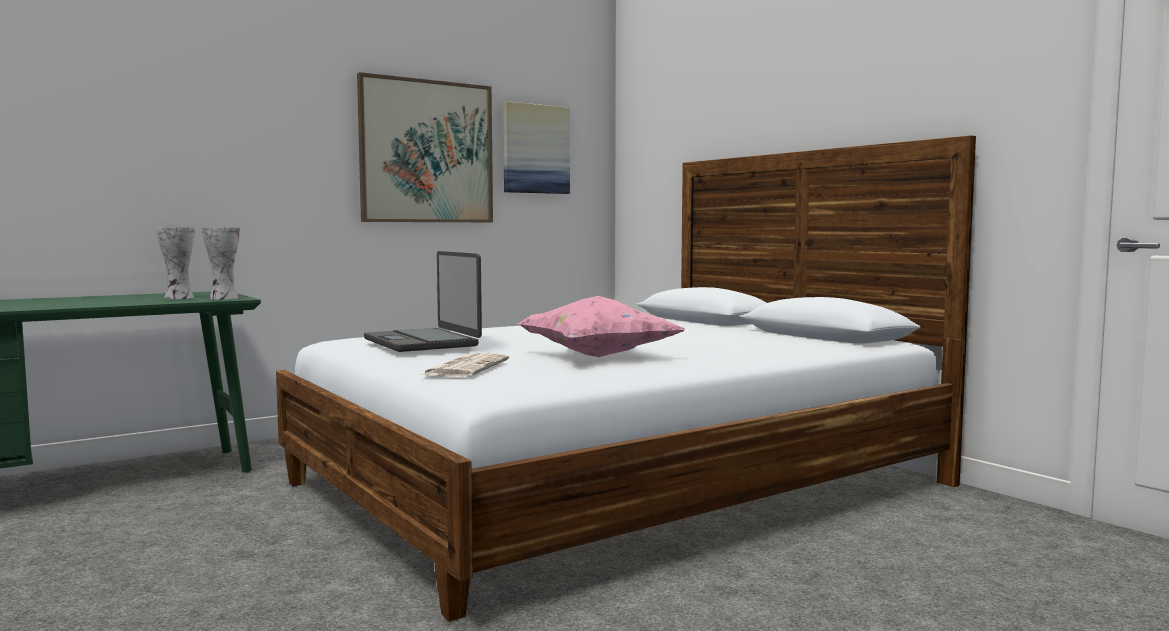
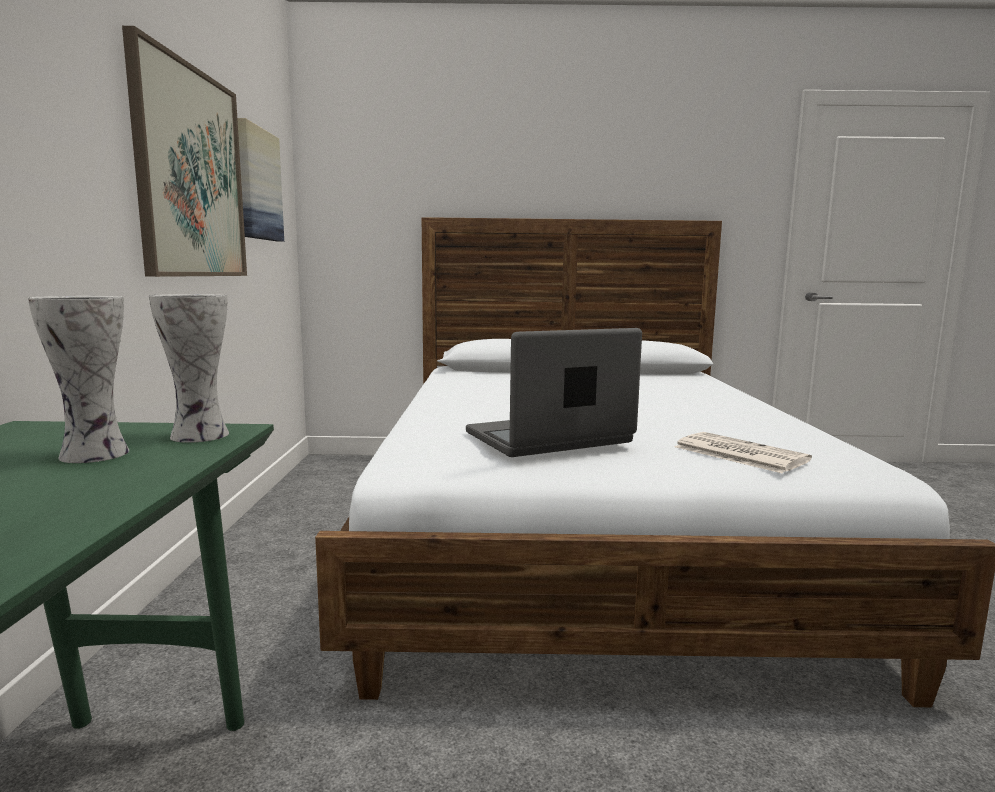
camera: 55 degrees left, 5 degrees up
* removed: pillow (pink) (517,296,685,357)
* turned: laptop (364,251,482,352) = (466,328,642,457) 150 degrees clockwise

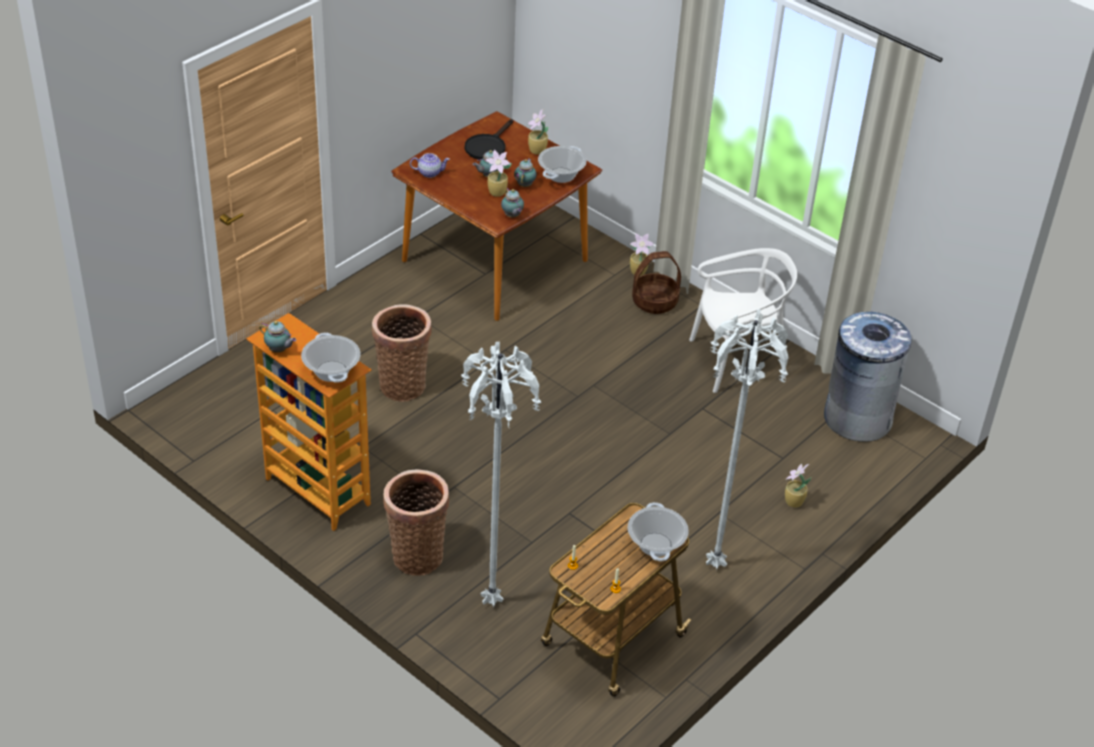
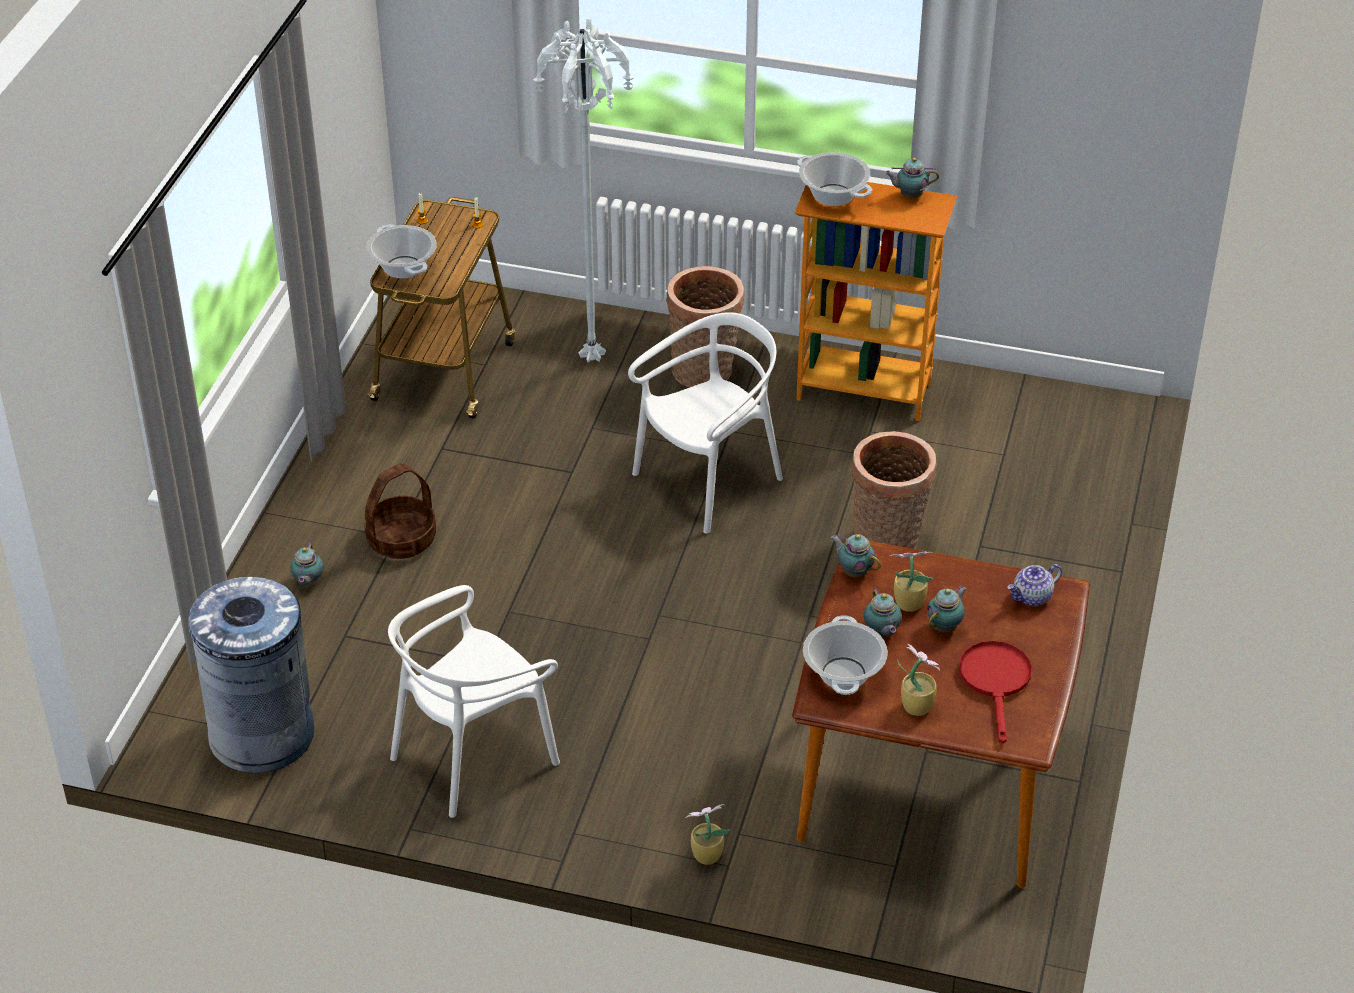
camera: 155 degrees right, 0 degrees up
* removed: floor lamp (white) (706,309,789,570)
* added: chair (white) (628,312,783,534)
* moved: basket (632,251,681,314) to (364,463,436,559)
* replaced: potted plant (785,464,811,508) to teapot (290,542,324,586)
* recoloured: frying pan (black) (465,119,513,160) to frying pan (red) (959,641,1032,744)

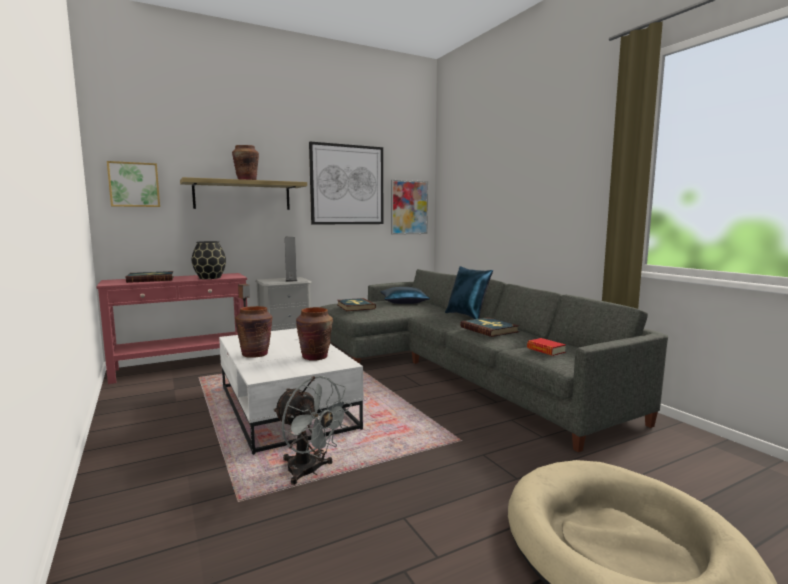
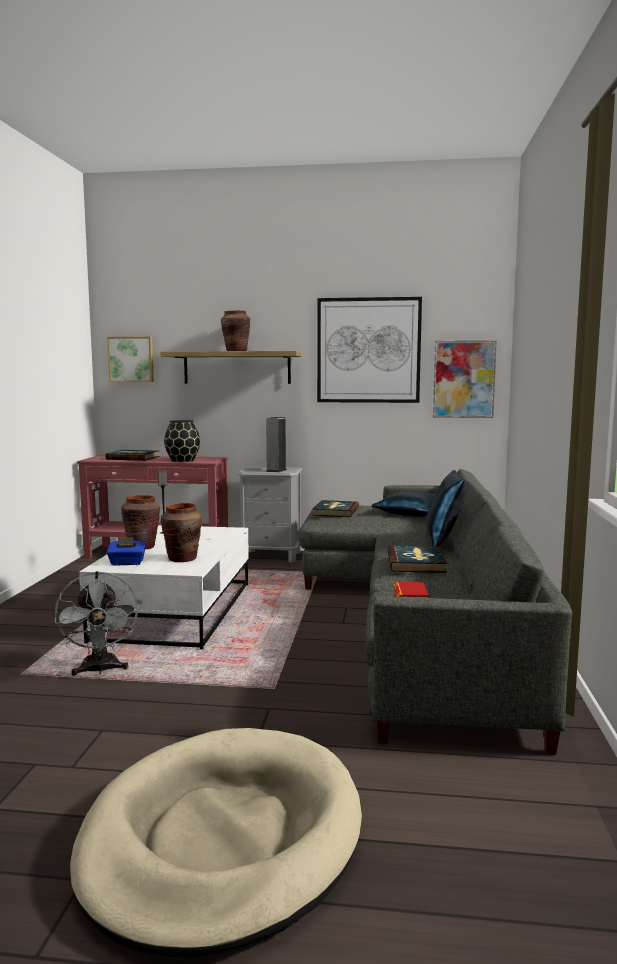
camera: 35 degrees right, 0 degrees up
* added: tissue box (blue) (107,537,146,566)

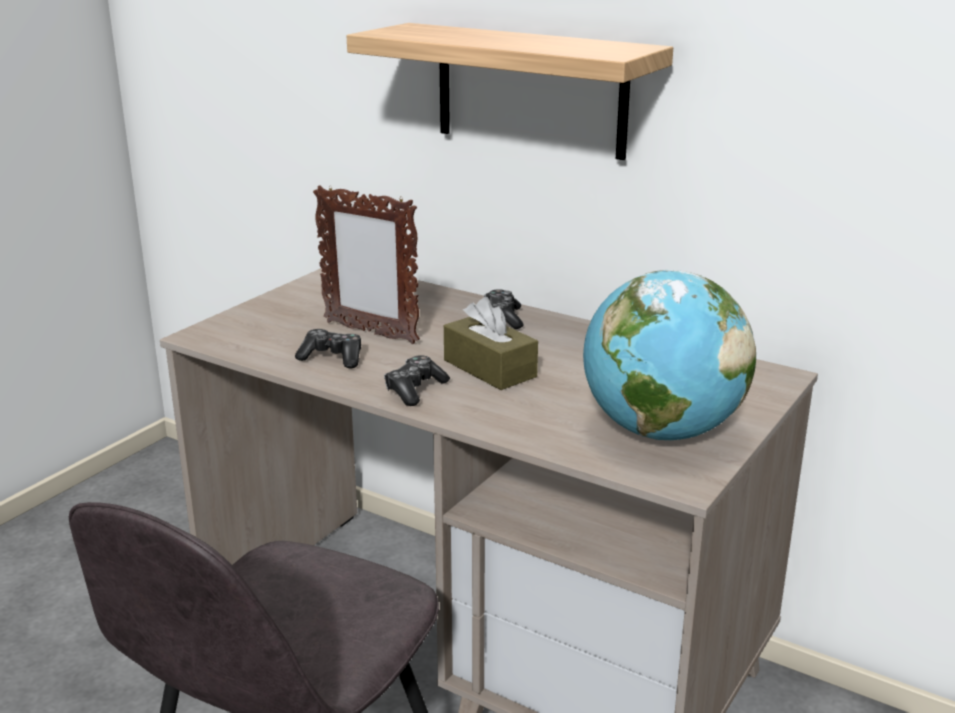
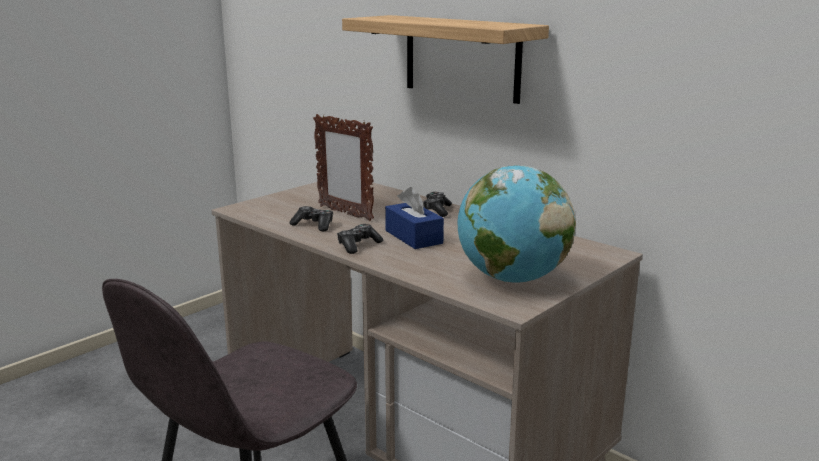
camera: 10 degrees right, 5 degrees down
* recoloured: tissue box (brown) (444,297,538,390) to tissue box (blue) (385,187,444,249)

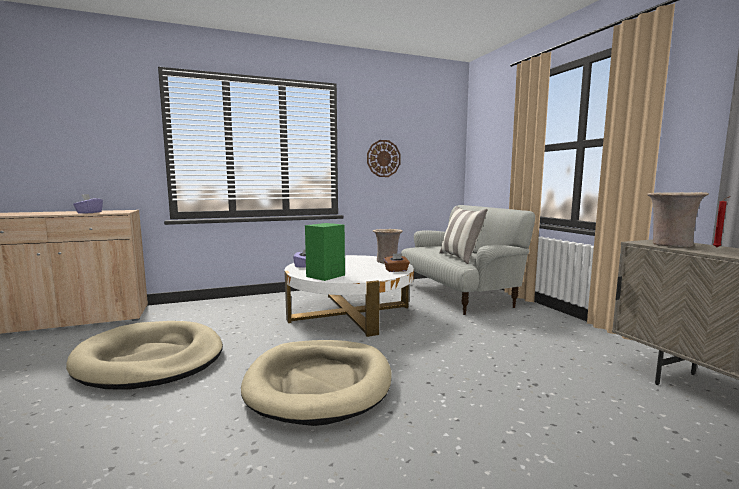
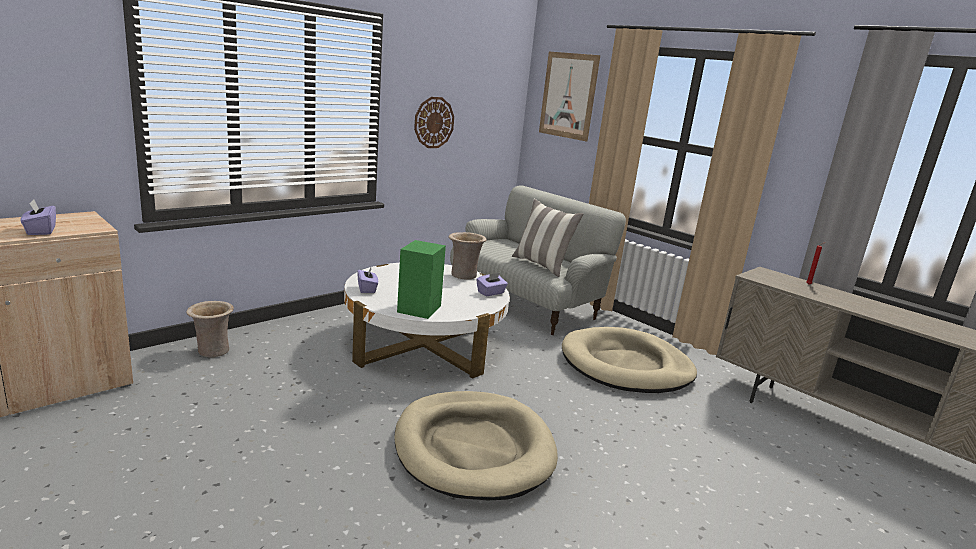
camera: 25 degrees left, 10 degrees up
* added: picture (539,52,600,141)
* moved: dog bed (beige) (66,321,223,390) to (562,327,697,393)
* moved: vase (beige) (647,192,709,247) to (186,301,234,358)
* recoloured: tissue box (brown) (384,253,410,272) to tissue box (purple) (476,273,508,296)

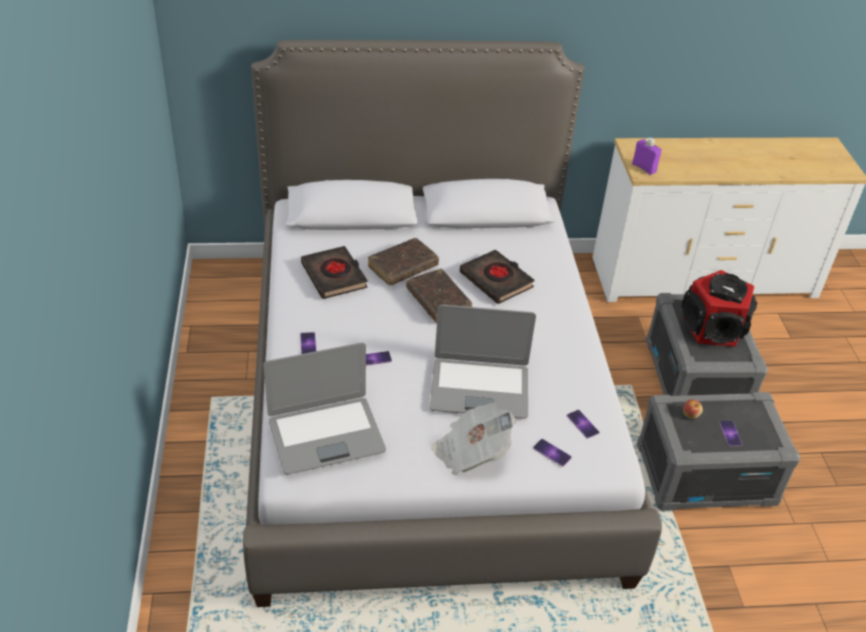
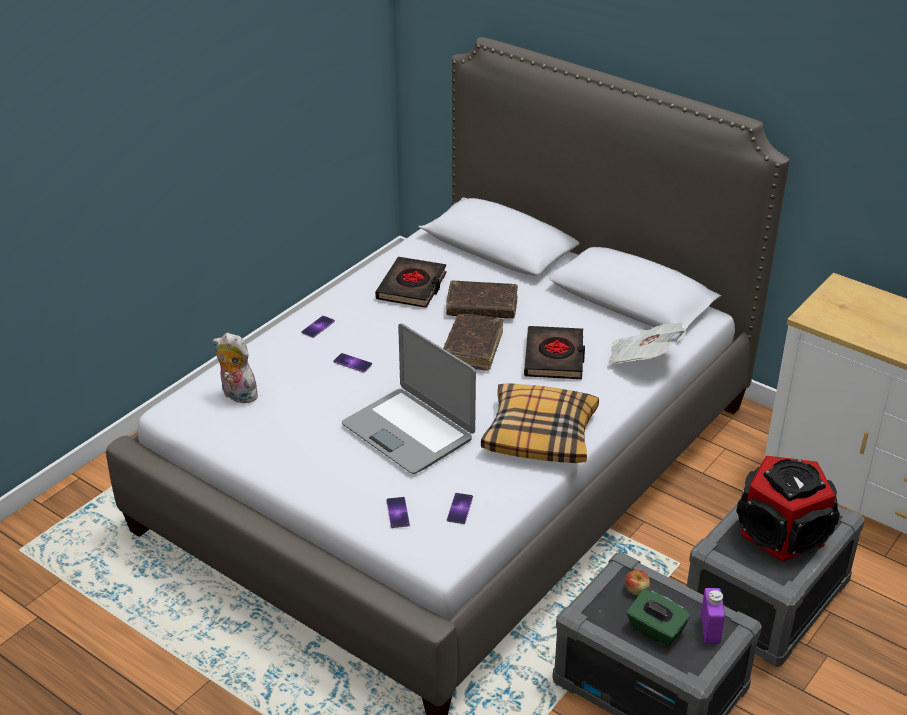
camera: 45 degrees right, 5 degrees down
* added: pillow (481,383,599,463)
* moved: newspaper (431,403,516,475) to (609,323,686,363)
* moved: bottle (purple) (632,138,662,175) to (701,588,725,644)
* replaced: laptop (263,342,386,475) to plush toy (213,333,258,403)
* replaced: phone (719,421,743,446) to tissue box (green) (627,589,690,647)

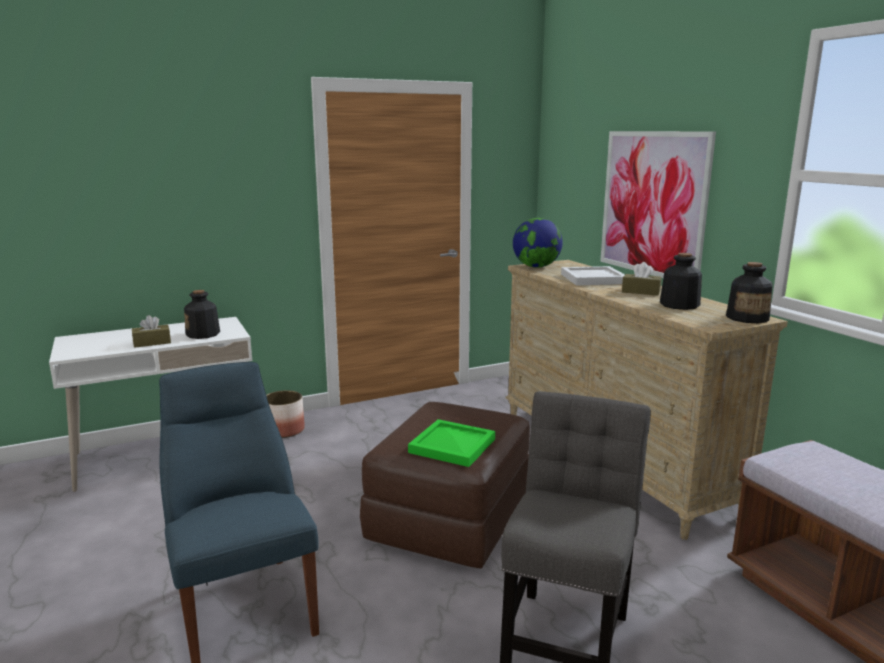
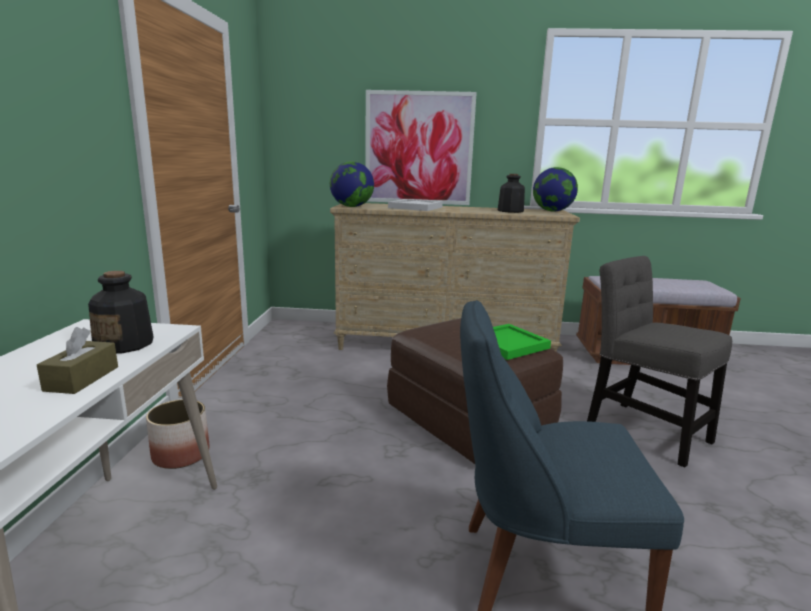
camera: 60 degrees left, 0 degrees up
* removed: tissue box (brown) (622,262,662,296)
* replaced: bottle (726,262,773,323) to globe (533,167,578,211)

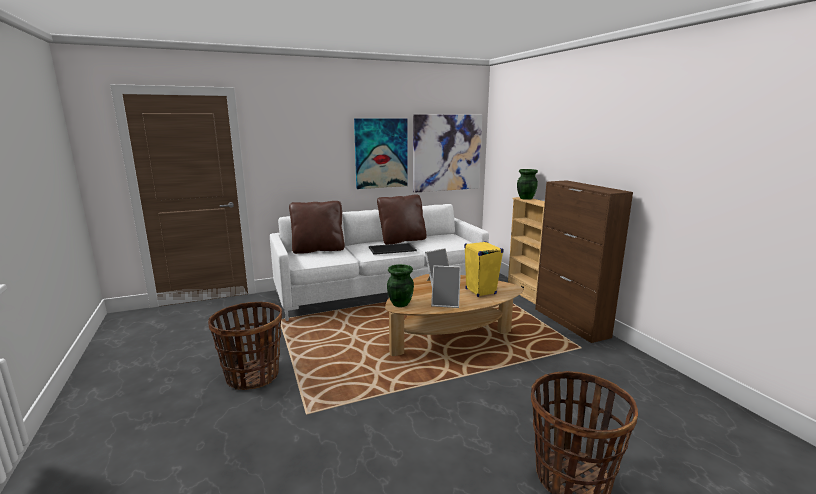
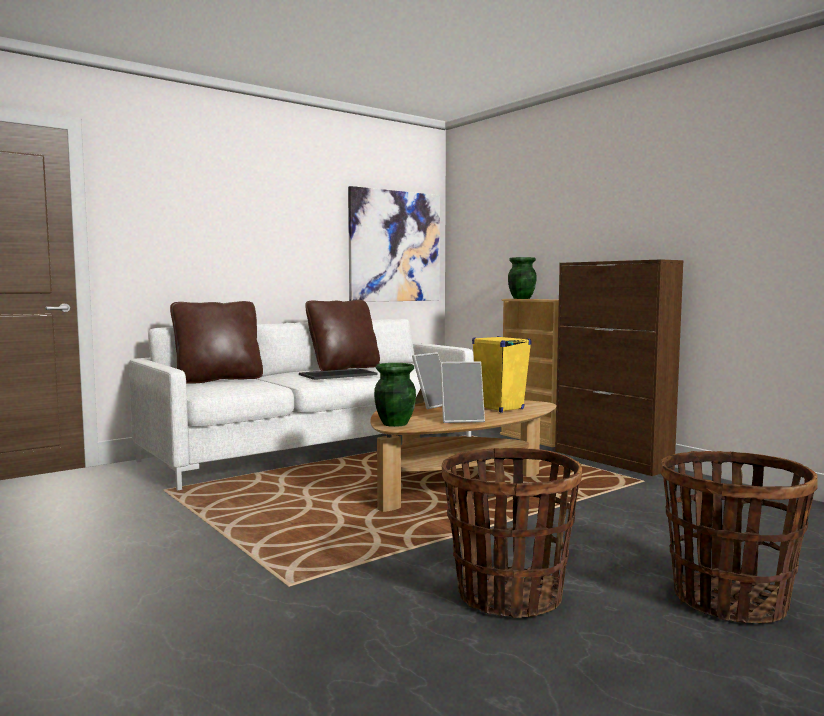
camera: 15 degrees left, 10 degrees down
* removed: picture (354,118,408,189)
* moved: basket (208,302,282,390) to (442,448,582,618)

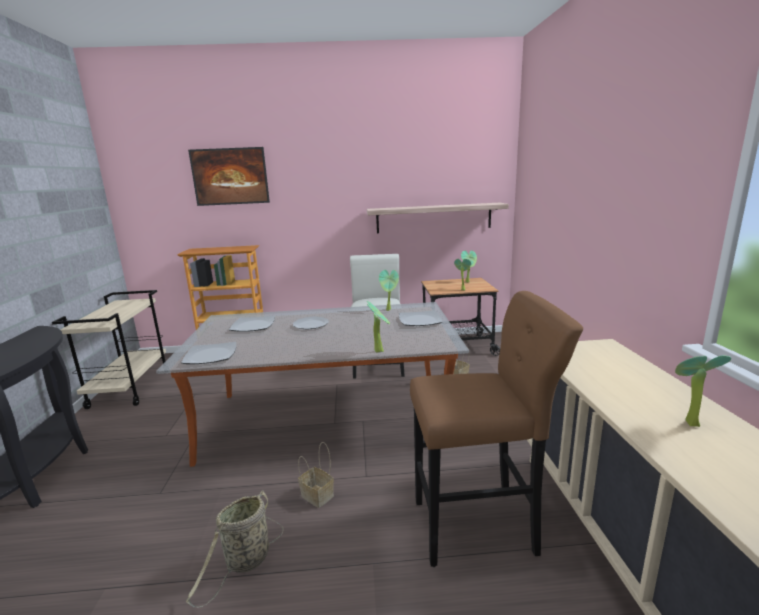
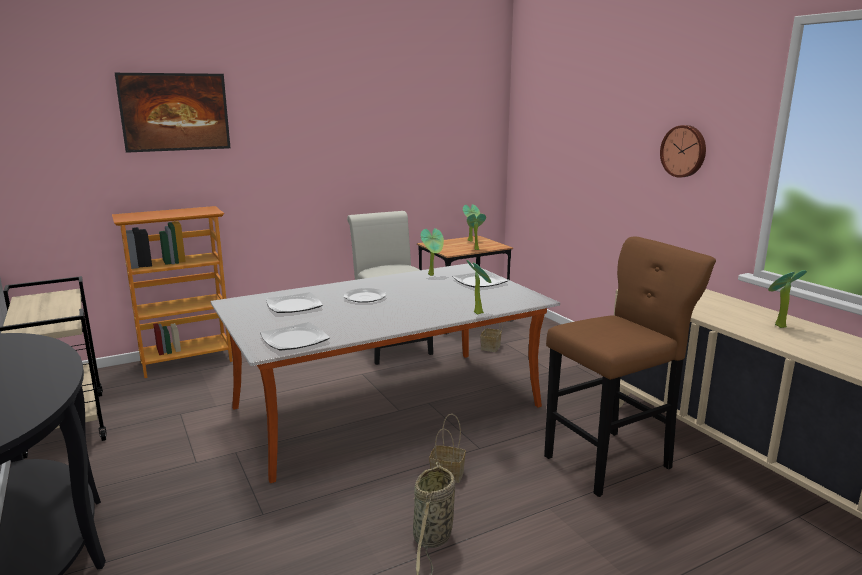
camera: 25 degrees left, 0 degrees up
* removed: shelf (367,203,509,233)
* added: wall clock (660,125,706,178)

